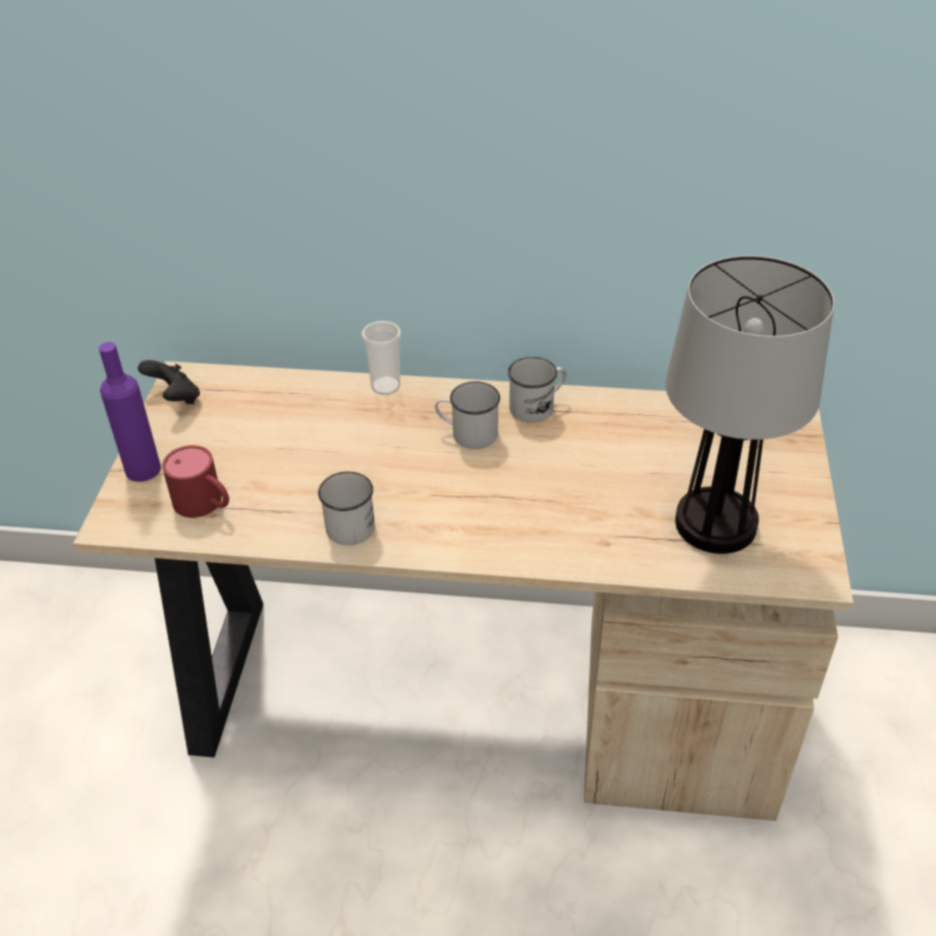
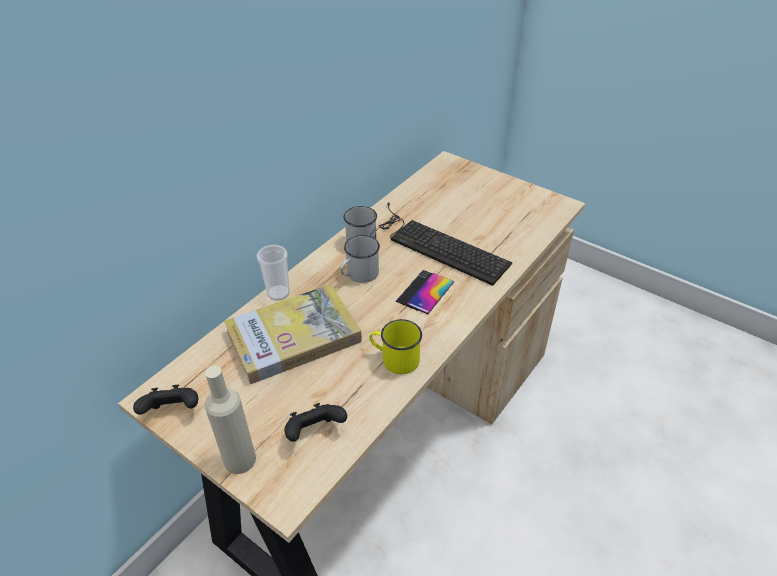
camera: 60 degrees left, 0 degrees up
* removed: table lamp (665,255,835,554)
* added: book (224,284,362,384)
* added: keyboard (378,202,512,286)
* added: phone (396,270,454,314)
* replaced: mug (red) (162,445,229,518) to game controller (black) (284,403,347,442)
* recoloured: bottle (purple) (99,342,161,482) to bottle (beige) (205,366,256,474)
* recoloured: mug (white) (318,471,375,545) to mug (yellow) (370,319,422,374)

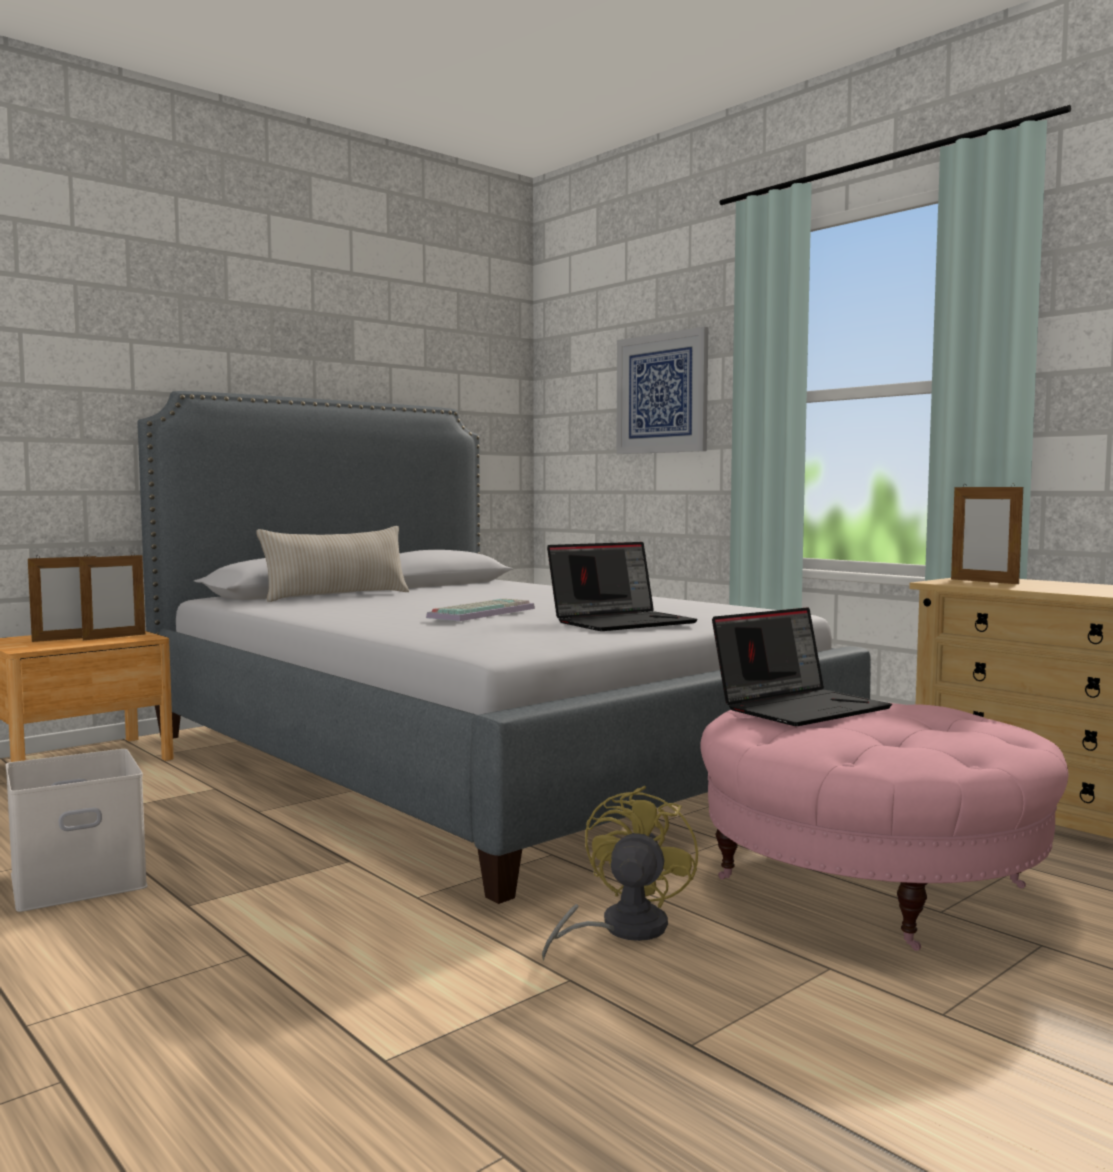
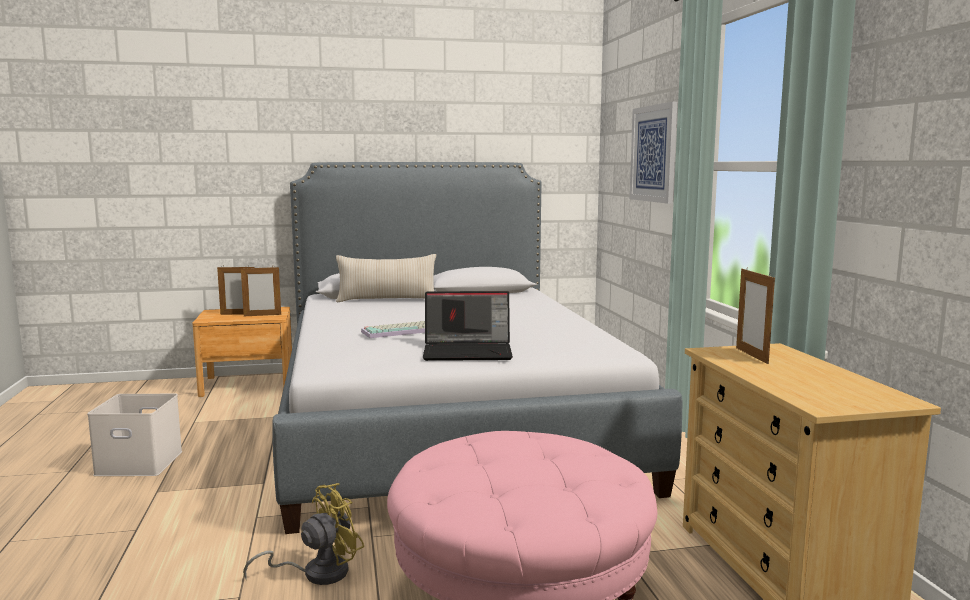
camera: 30 degrees right, 5 degrees up
* removed: laptop (712,607,892,726)

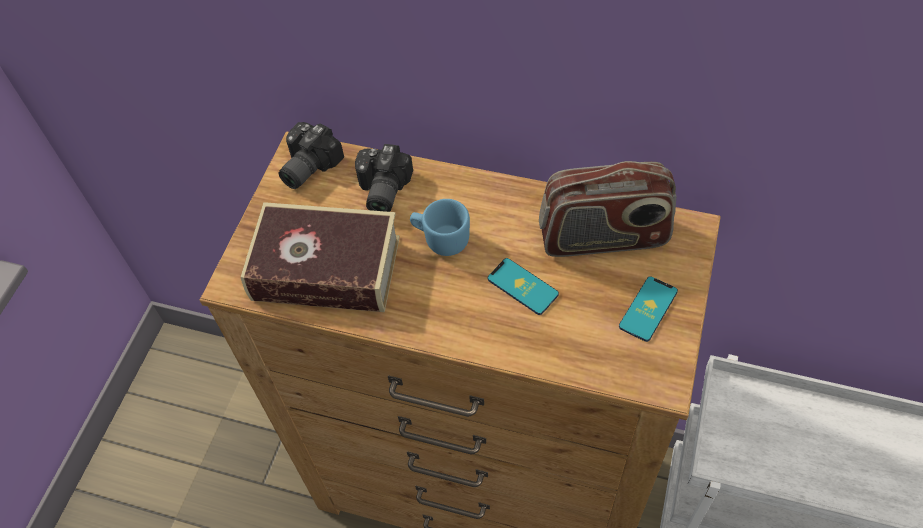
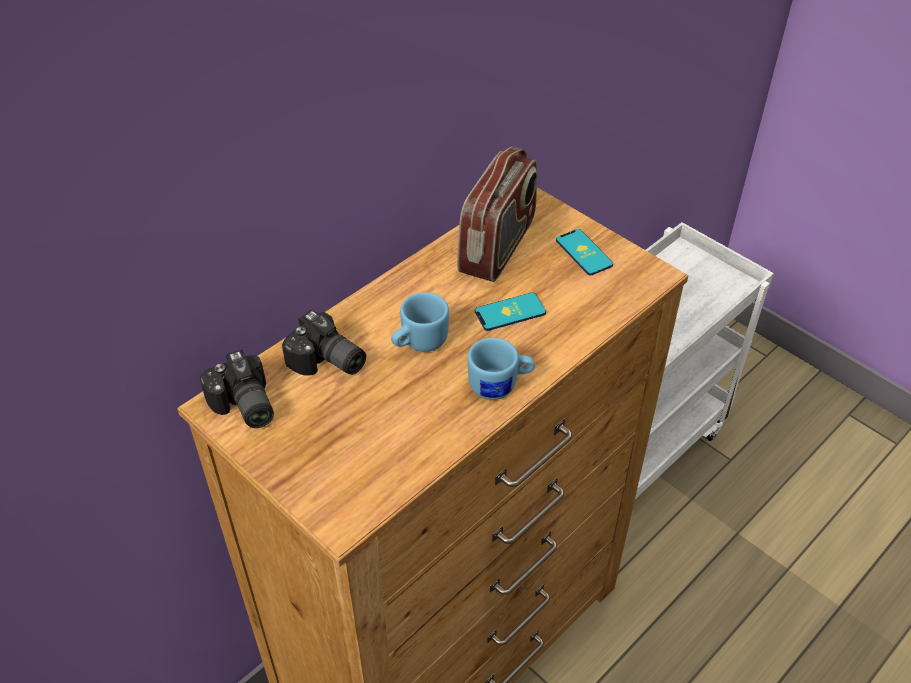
camera: 65 degrees left, 10 degrees down
* removed: book (240,202,400,312)
* added: mug (blue) (467,338,535,400)

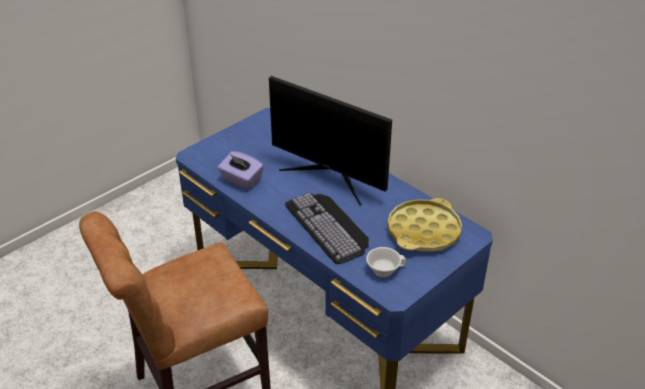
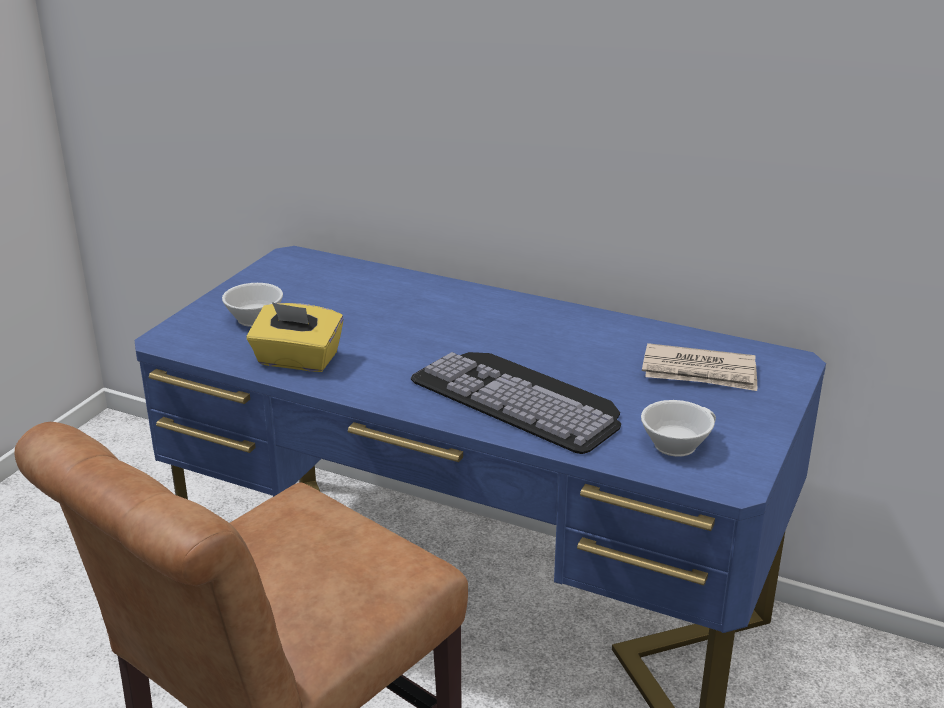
camera: 20 degrees left, 10 degrees down
* removed: monitor (269,76,392,205)
* added: cup (white) (222,283,283,327)
* replaced: tray (yellow) (388,198,462,252) to newspaper (642,343,757,391)
* recoloured: tissue box (purple) (218,151,264,190) to tissue box (yellow) (247,302,344,372)

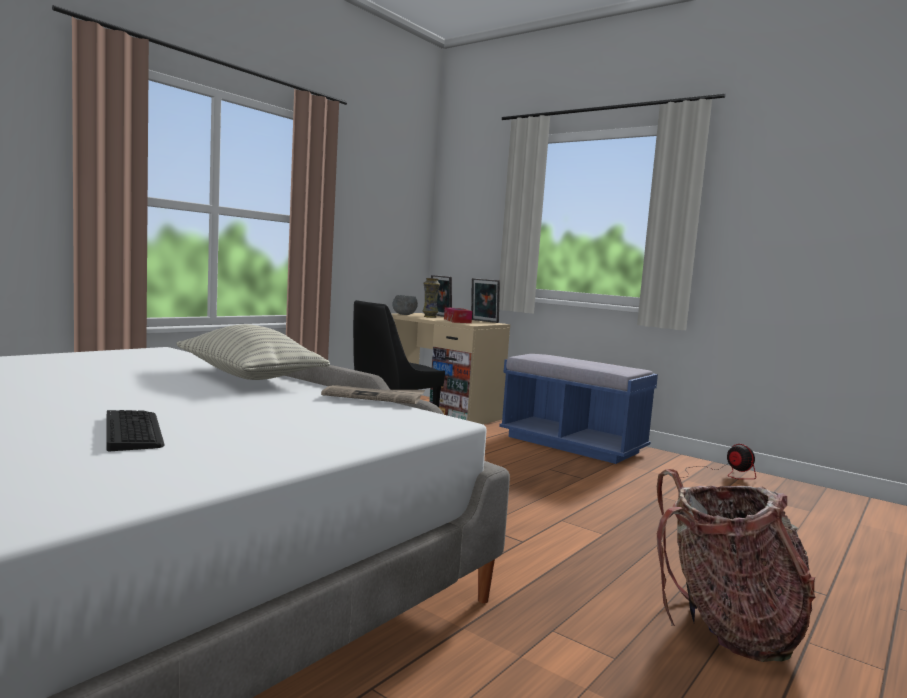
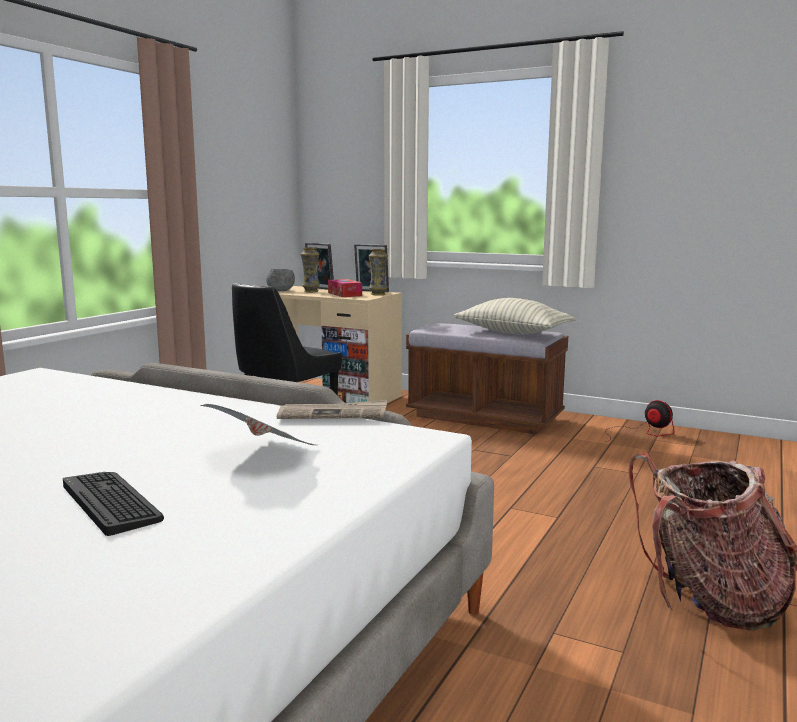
camera: 10 degrees left, 5 degrees up
* added: newspaper (200,404,315,445)
* added: vase (369,249,388,295)
* moved: pillow (176,324,330,380) to (454,298,575,335)
* recoloured: bench (blue) (499,354,658,464) to bench (brown) (406,323,568,435)

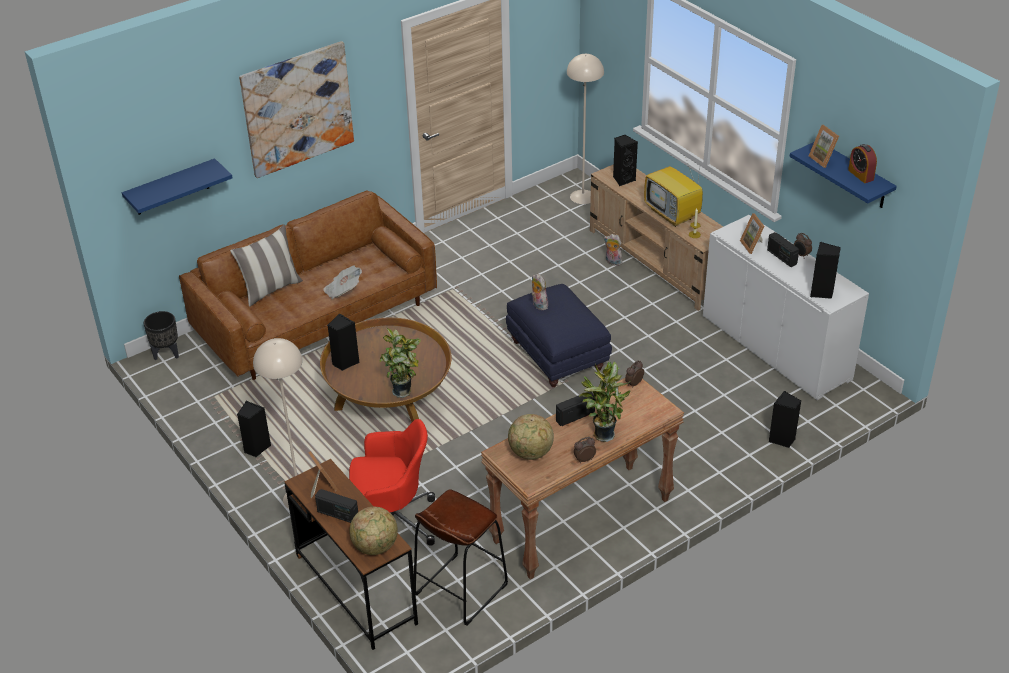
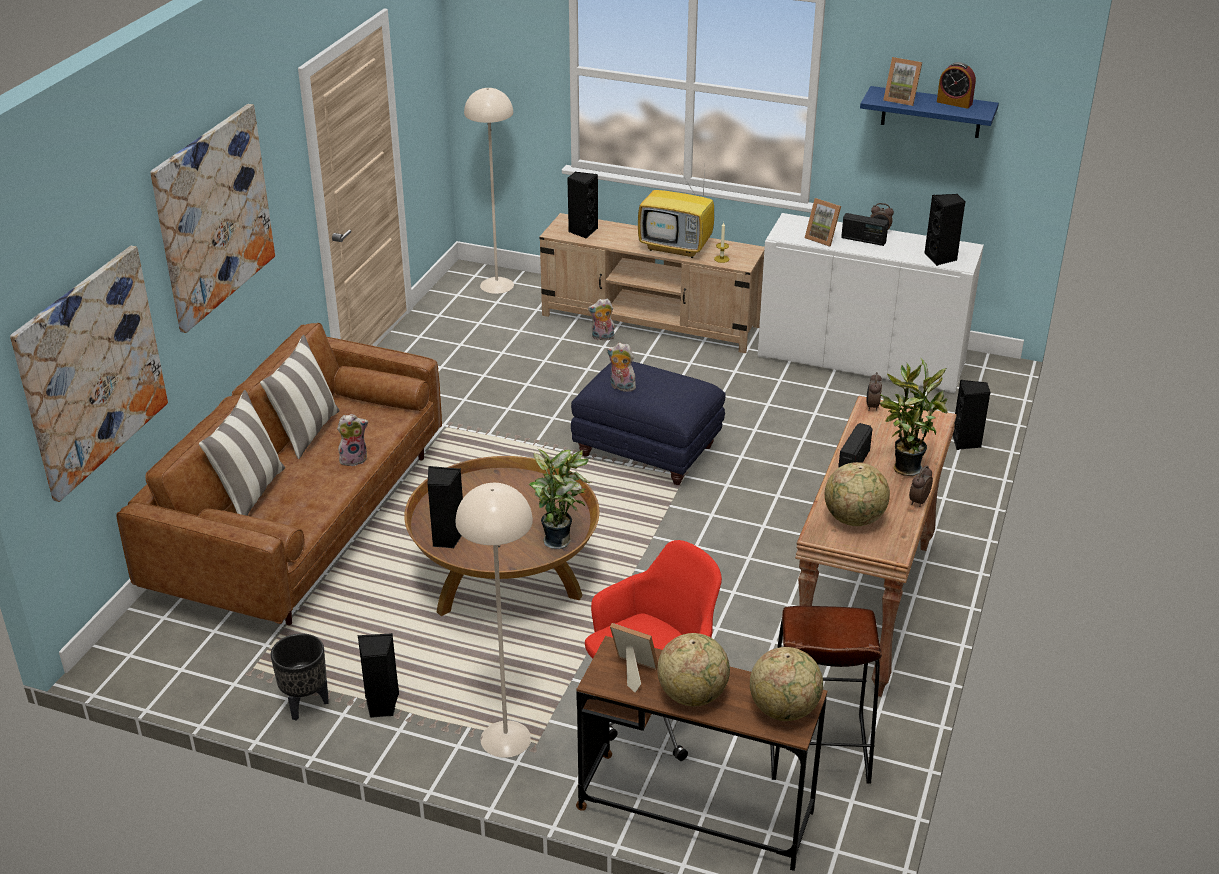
camera: 35 degrees left, 5 degrees down
* added: pillow (260,335,340,459)
* moved: planter (black) (144,311,179,360) to (271,633,329,721)
* replaced: shelf (blue) (122,158,233,215) to picture (10,246,168,502)
* replaced: radio (315,489,358,523) to globe (657,633,730,706)
* replaced: newspaper (323,266,362,299) to plush toy (337,414,368,466)

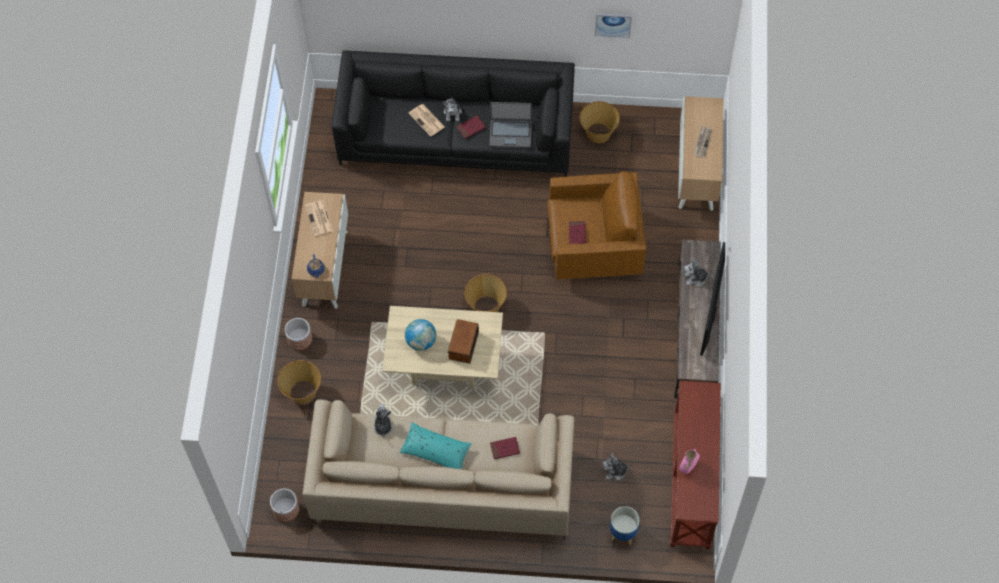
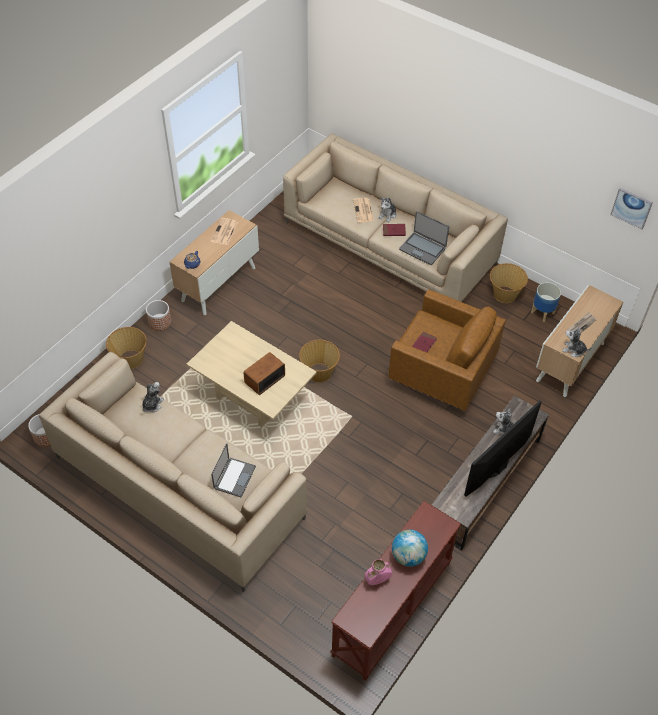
camera: 30 degrees right, 10 degrees down
* removed: pillow (turquoise) (400,422,472,469)
* moved: globe (405,319,436,351) to (392,530,428,567)
* moved: picture (595,13,632,38) to (610,188,653,229)
* moved: plush toy (603,453,632,480) to (562,326,592,357)
* moved: planter (610,506,639,545) to (531,282,561,322)
* replaced: book (red) (490,437,520,459) to laptop (211,443,256,498)
* recoloured: sofa (black) (332,50,575,177) to sofa (beige) (283,133,508,302)

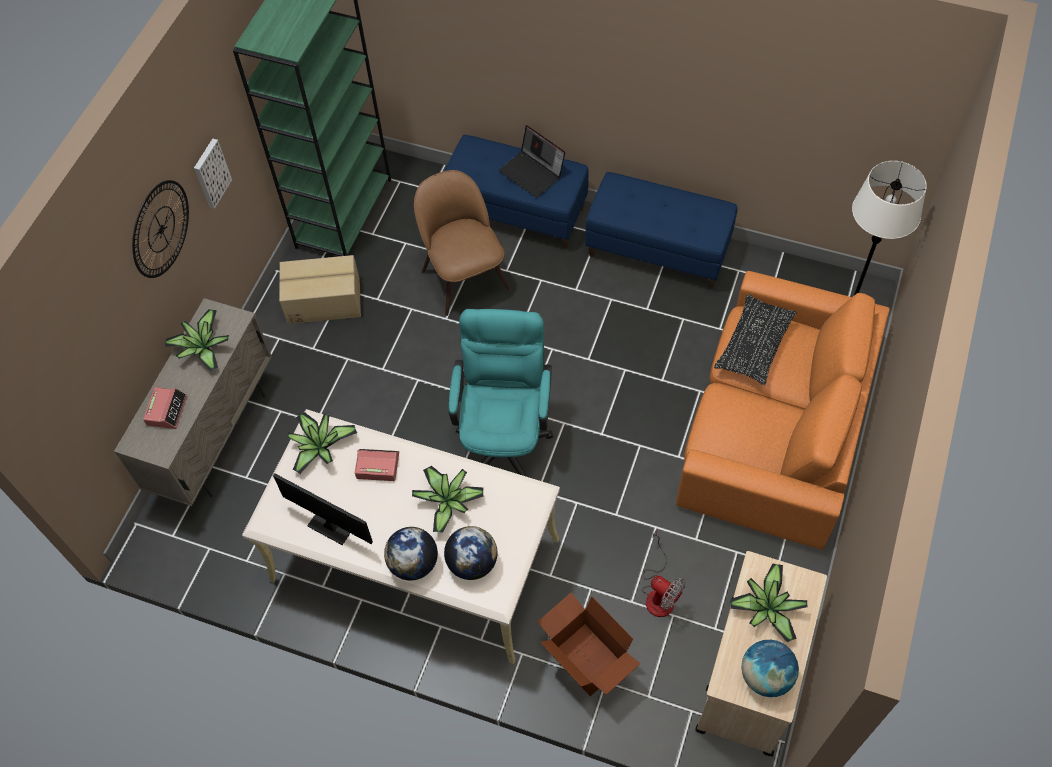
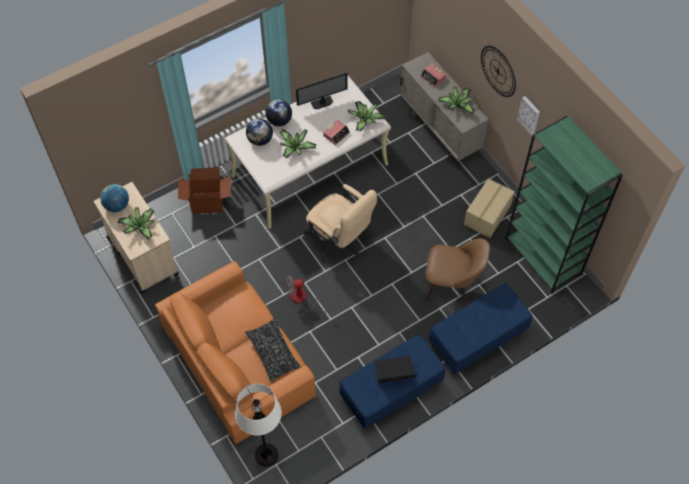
camera: 125 degrees right, 0 degrees up
* moved: laptop (499,125,565,198) to (374,356,418,383)
* moved: fan (642,530,685,617) to (286,276,329,316)
* recoloured: office chair (turquoise) (449,309,553,477) to office chair (beige) (304,184,377,261)

